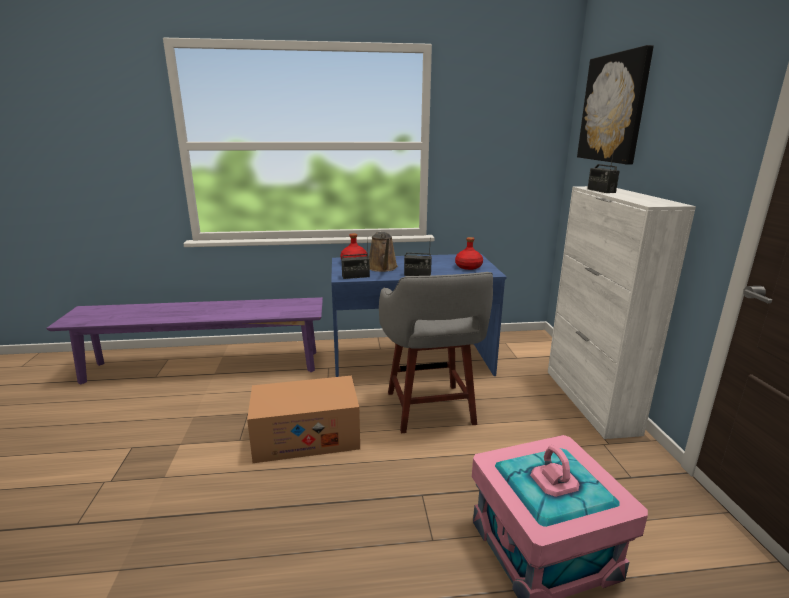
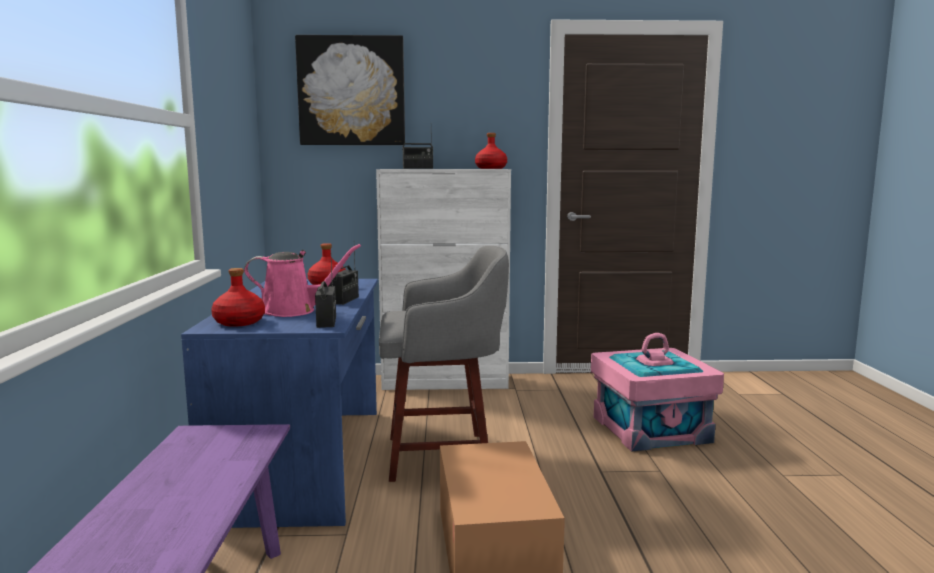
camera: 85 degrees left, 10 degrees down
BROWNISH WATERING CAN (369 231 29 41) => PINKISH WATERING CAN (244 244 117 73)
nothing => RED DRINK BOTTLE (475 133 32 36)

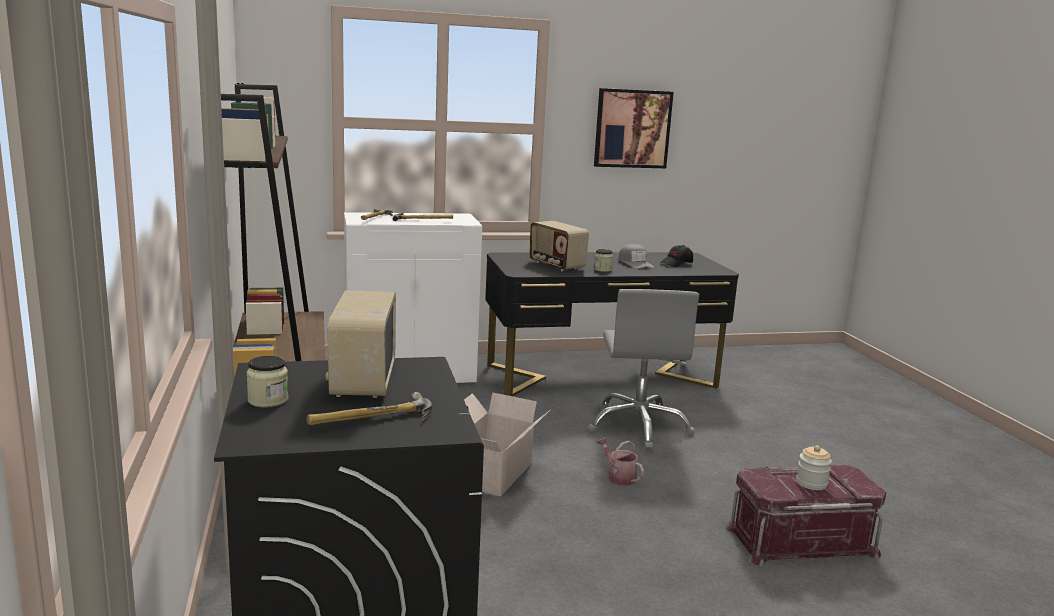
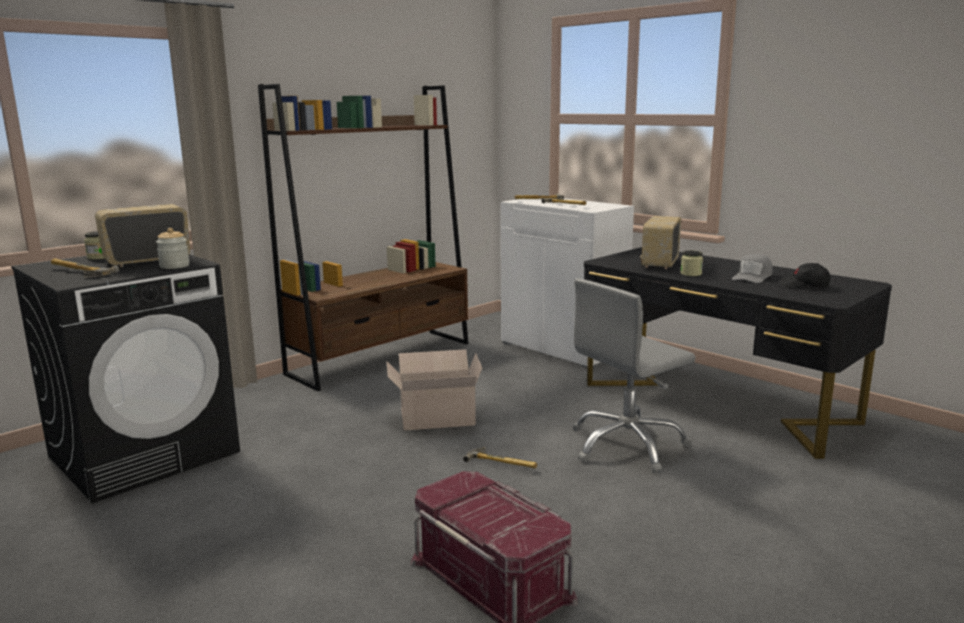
camera: 60 degrees right, 0 degrees up
WALL ART (594 88 80 80) => nothing
WATERING CAN (597 437 47 49) => HAMMER (463 447 74 21)
JAR (796 445 36 45) => JAR (156 228 34 41), moved

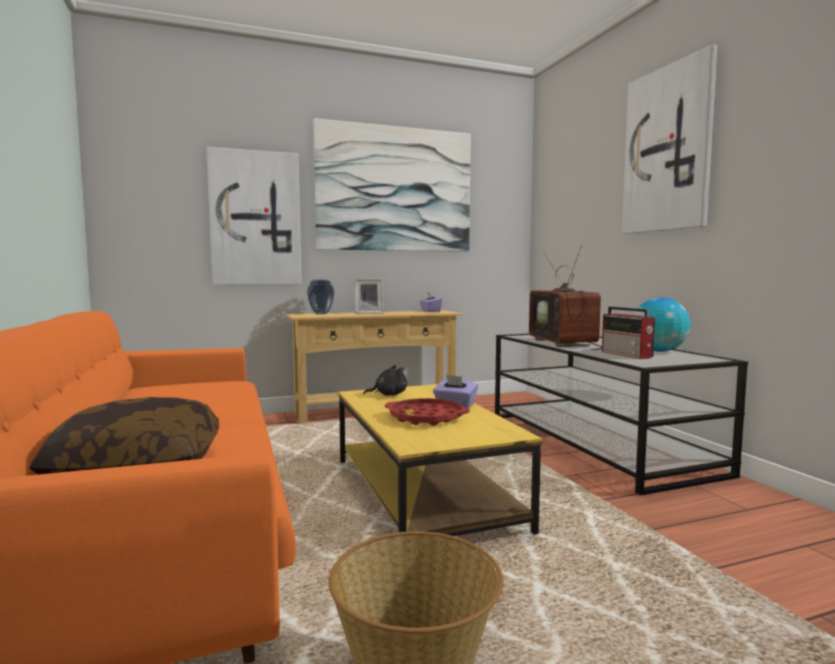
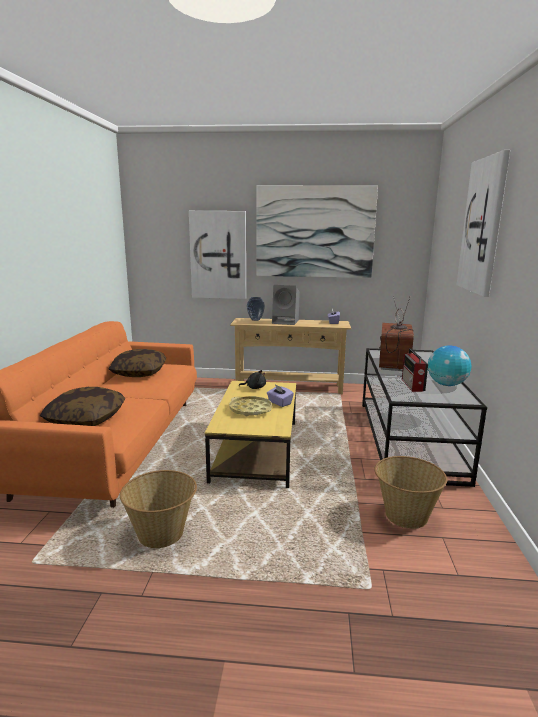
camera: 25 degrees right, 10 degrees up
STANDING FRAME (354 279 30 35) => GRAY AUDIO SPEAKER (272 285 28 40)
RED SERVING TRAY (385 398 85 28) => YELLOW-COLOURED SERVING TRAY (229 396 43 20)
nothing => PILLOW (109 349 57 28)
nothing => STORAGE BASKET (374 456 73 73)

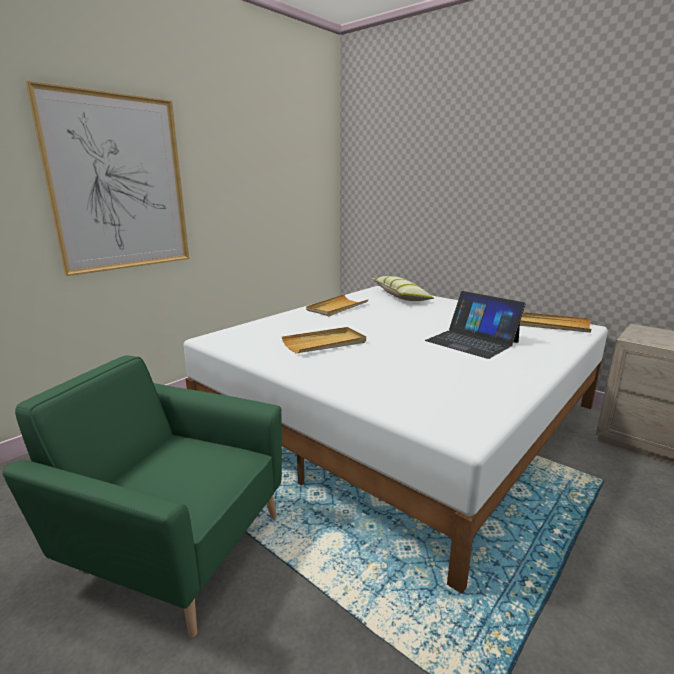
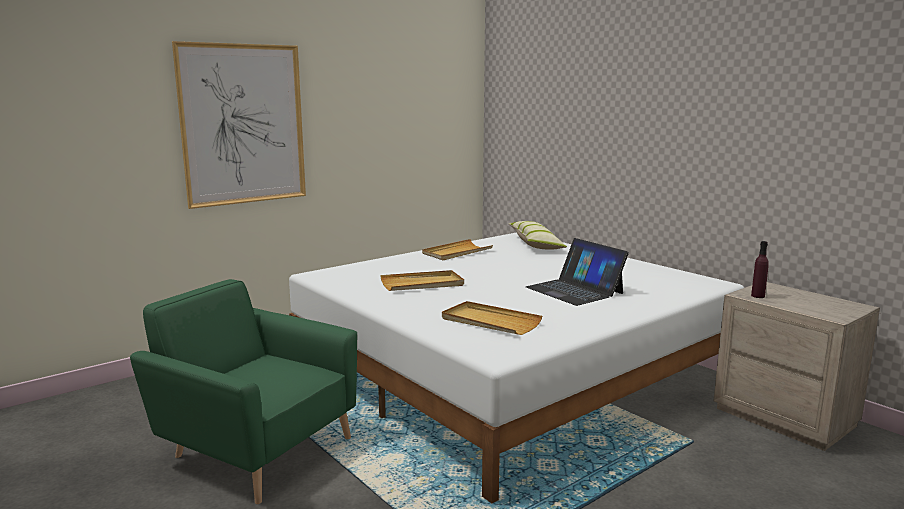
camera: 10 degrees right, 5 degrees down
SAND-COLOURED SERVING TRAY (520 312 71 21) => SAND-COLOURED SERVING TRAY (442 301 100 34), moved
nothing => PURPLE-COLOURED DRINK BOTTLE (751 241 18 57)

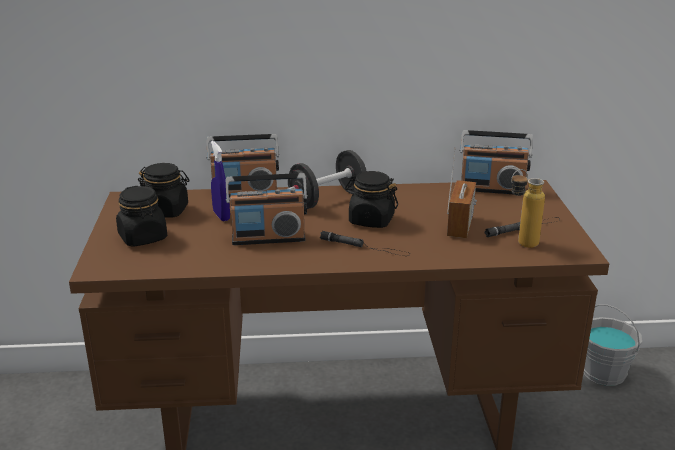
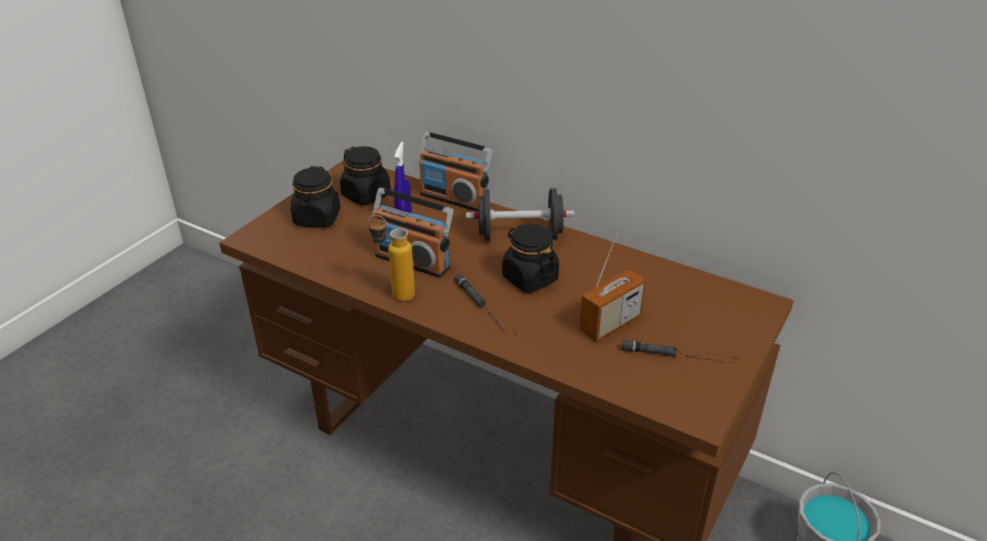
camera: 35 degrees right, 10 degrees up
RADIO RECEIVER (460 130 73 65) => nothing
DRINK BOTTLE (511 169 34 79) => DRINK BOTTLE (368 215 47 87), moved

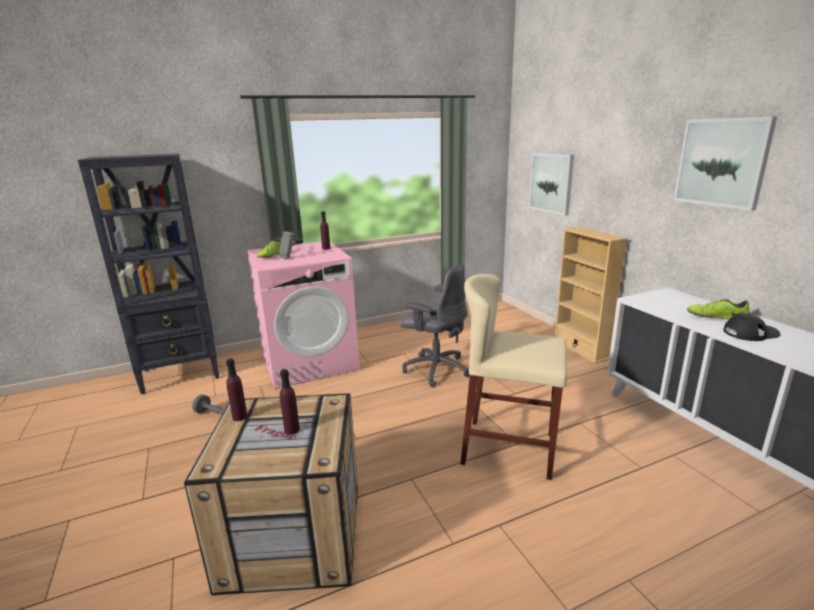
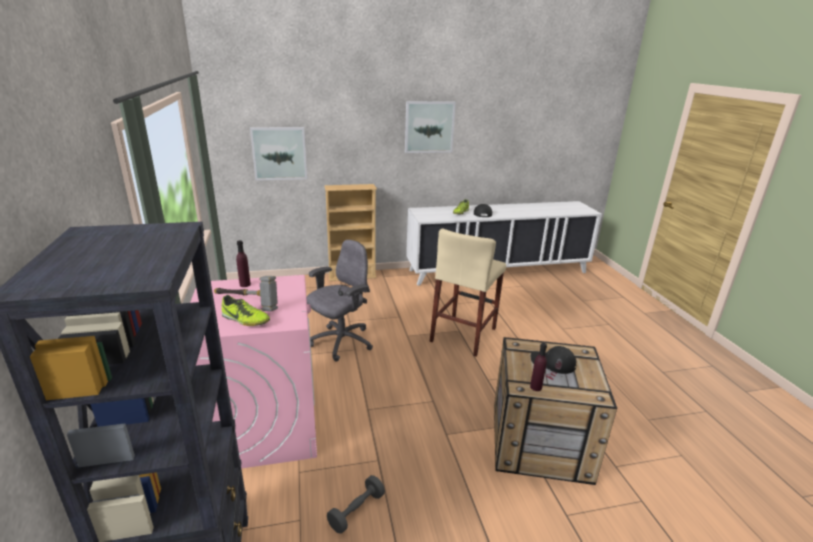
camera: 80 degrees left, 5 degrees up
PURPLE-COLOURED DRINK BOTTLE (280 369 20 66) => BLACKISH BASEBALL CAP (530 346 47 28)

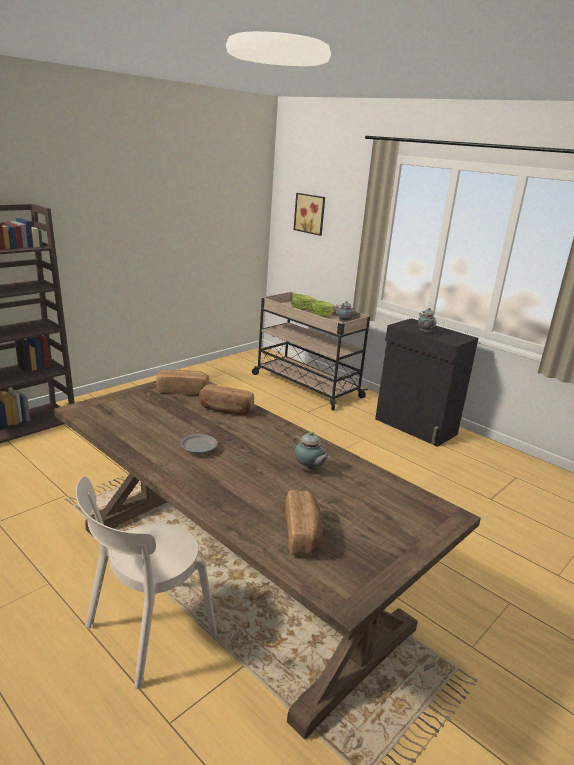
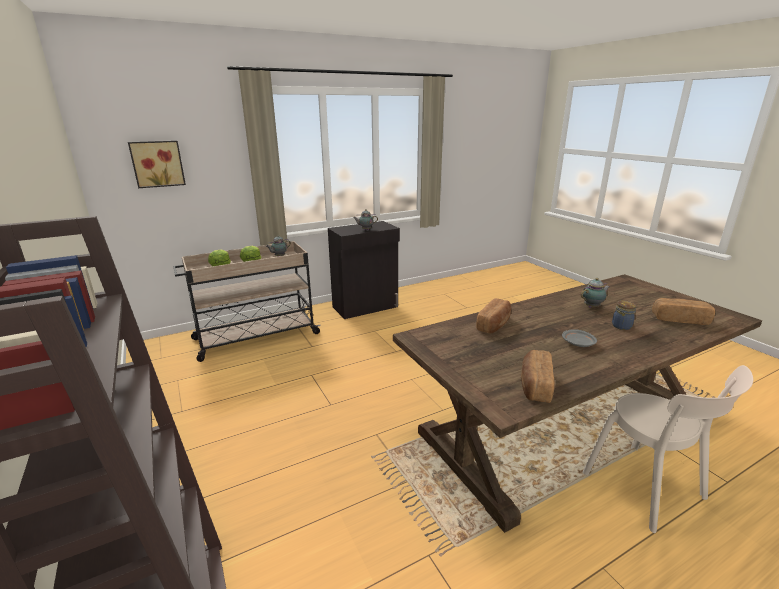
camera: 70 degrees left, 0 degrees up
BREAD (156 370 53 25) => BREAD (521 350 34 53), moved
nothing => JAR (612 301 25 29)

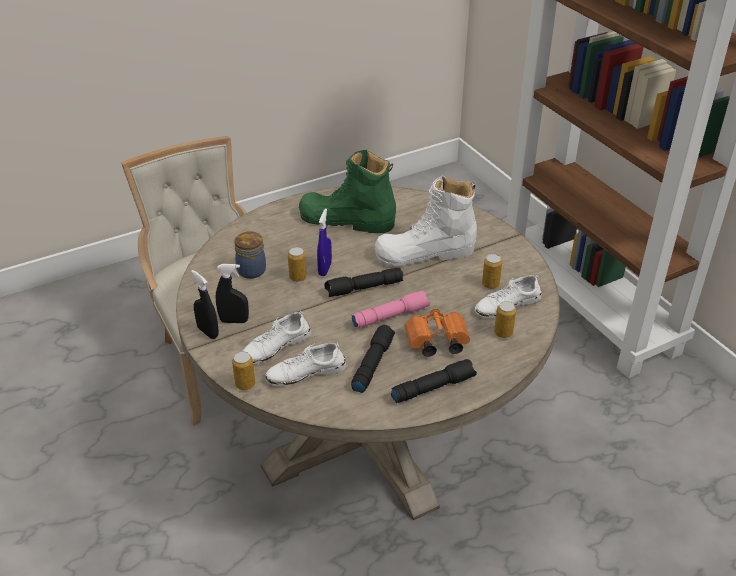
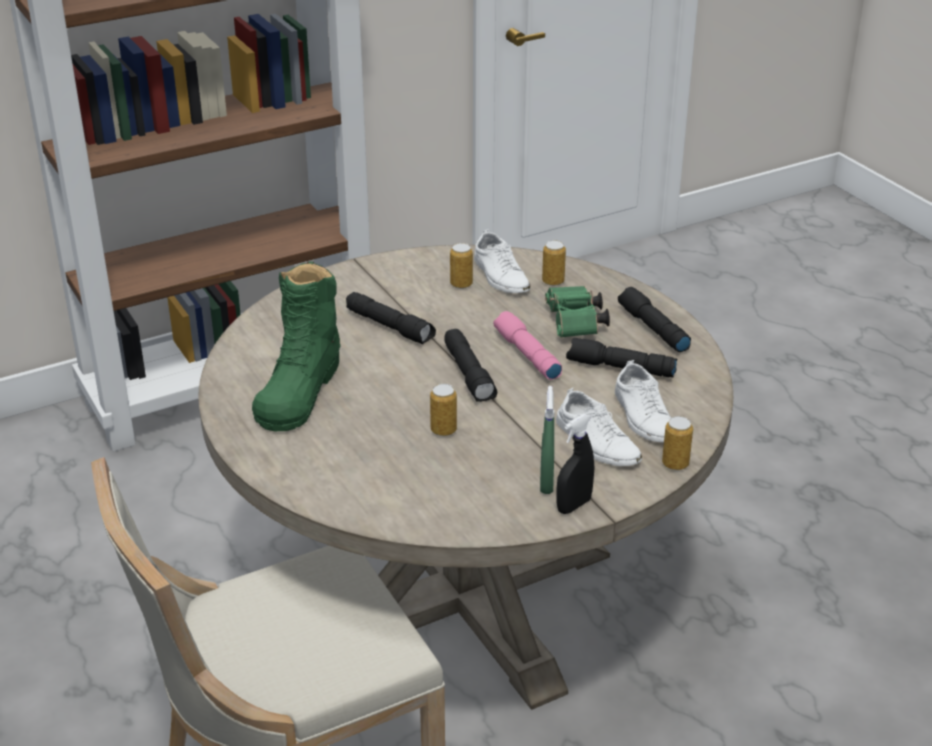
camera: 90 degrees left, 5 degrees down
BLACKISH HAND SPRAYER (216 264 33 59) => GREEN-COLOURED HAND SPRAYER (540 386 14 108)
JAR (234 231 32 48) => nothing
BLUISH HAND SPRAYER (317 208 15 68) => nothing
WHITE BOOT (375 176 102 91) => BLACKISH TORCH (346 292 90 52)
ORANGE BINOCULARS (404 308 66 49) => GREEN-COLOURED BINOCULARS (545 286 65 52)

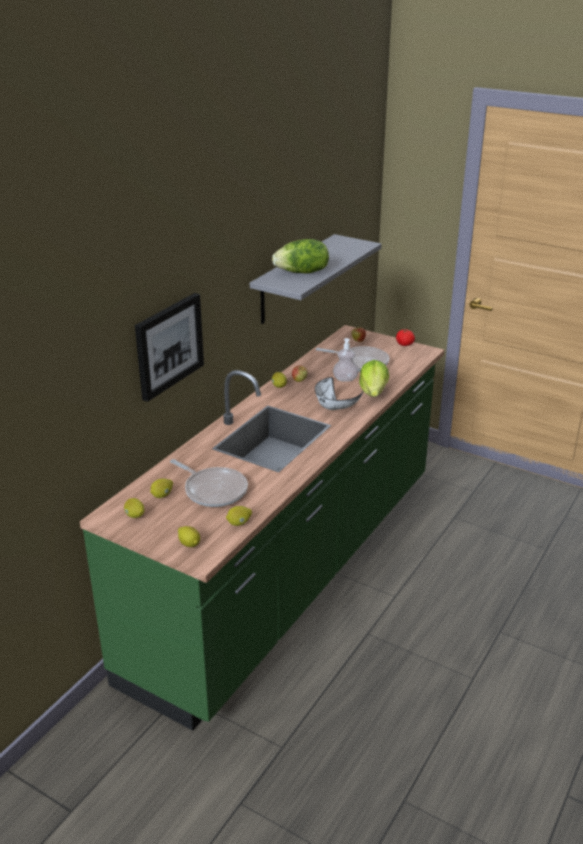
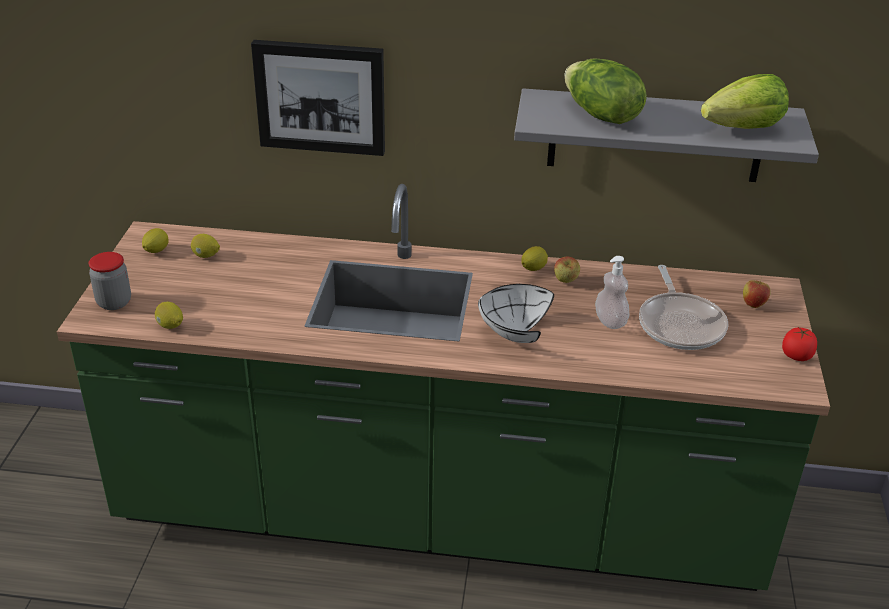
camera: 65 degrees right, 5 degrees up
FRYING PAN (170 459 78 48) => nothing
LEMON (178 526 22 21) => JAR (89 252 42 58)
LETTUCE HEAD (359 360 30 37) => LETTUCE HEAD (701 74 88 55), moved

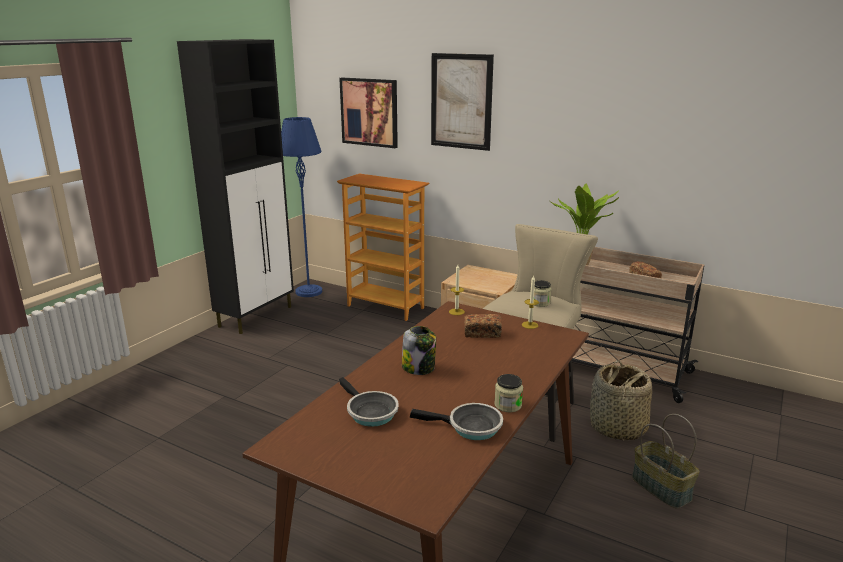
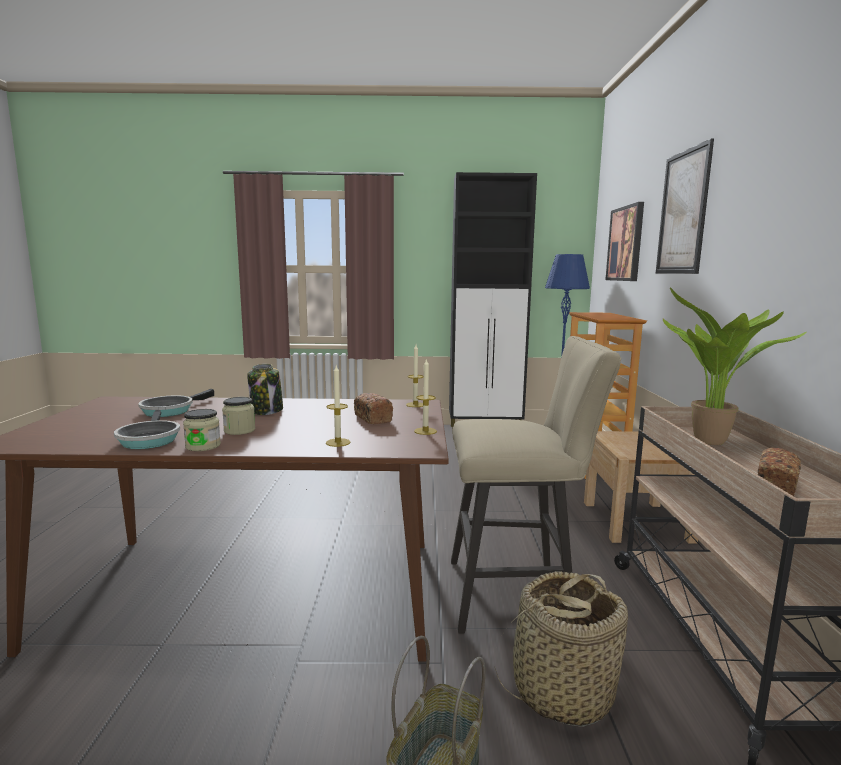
camera: 60 degrees right, 10 degrees down
JAR (534 280 18 27) => JAR (222 397 33 38), moved
nothing => WAX LIGHT (326 365 24 82)

